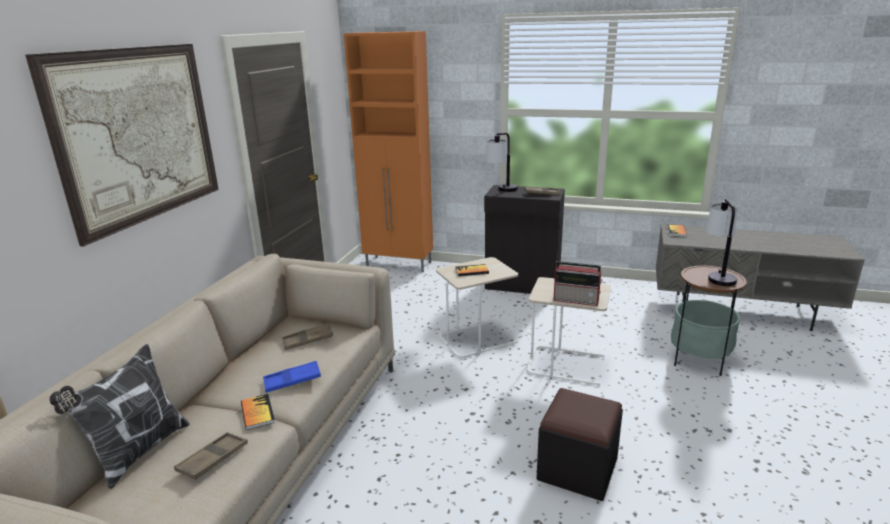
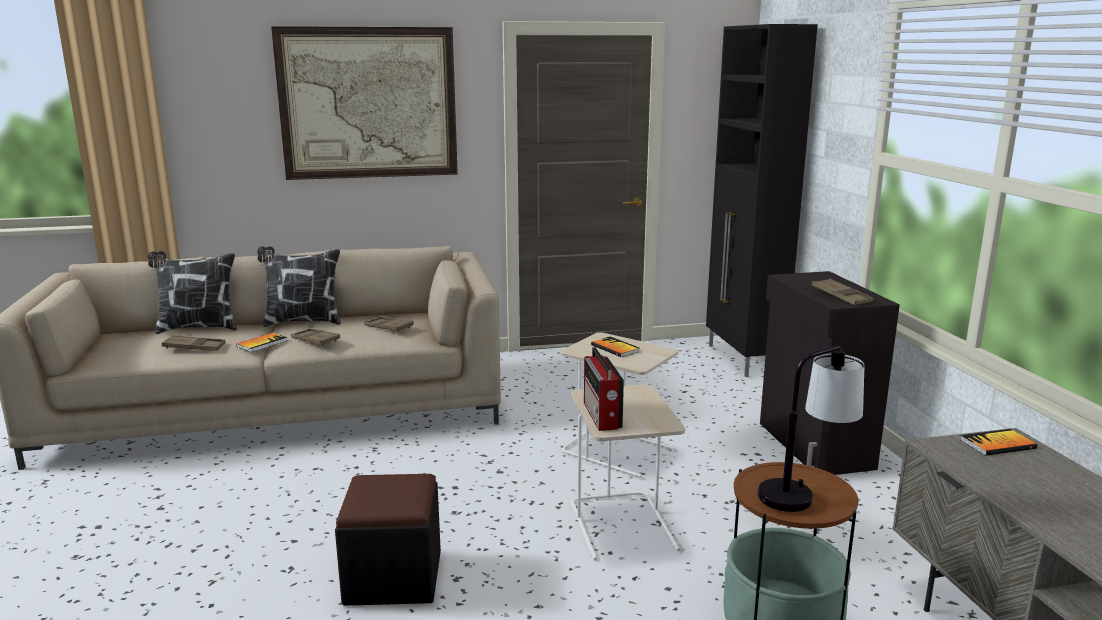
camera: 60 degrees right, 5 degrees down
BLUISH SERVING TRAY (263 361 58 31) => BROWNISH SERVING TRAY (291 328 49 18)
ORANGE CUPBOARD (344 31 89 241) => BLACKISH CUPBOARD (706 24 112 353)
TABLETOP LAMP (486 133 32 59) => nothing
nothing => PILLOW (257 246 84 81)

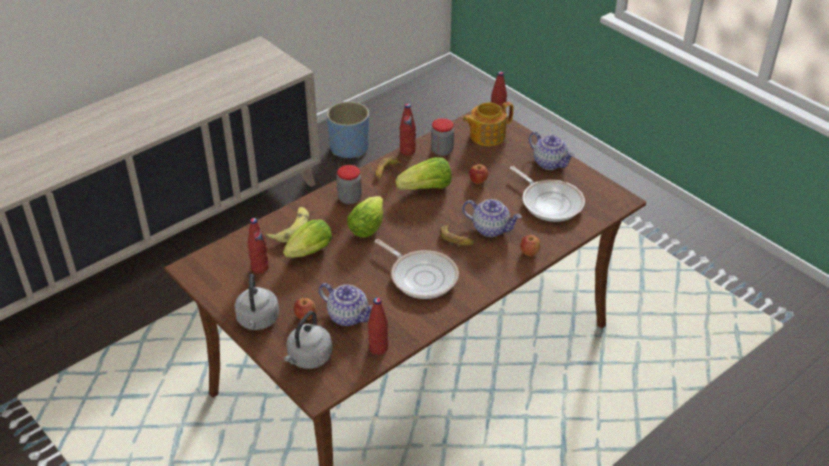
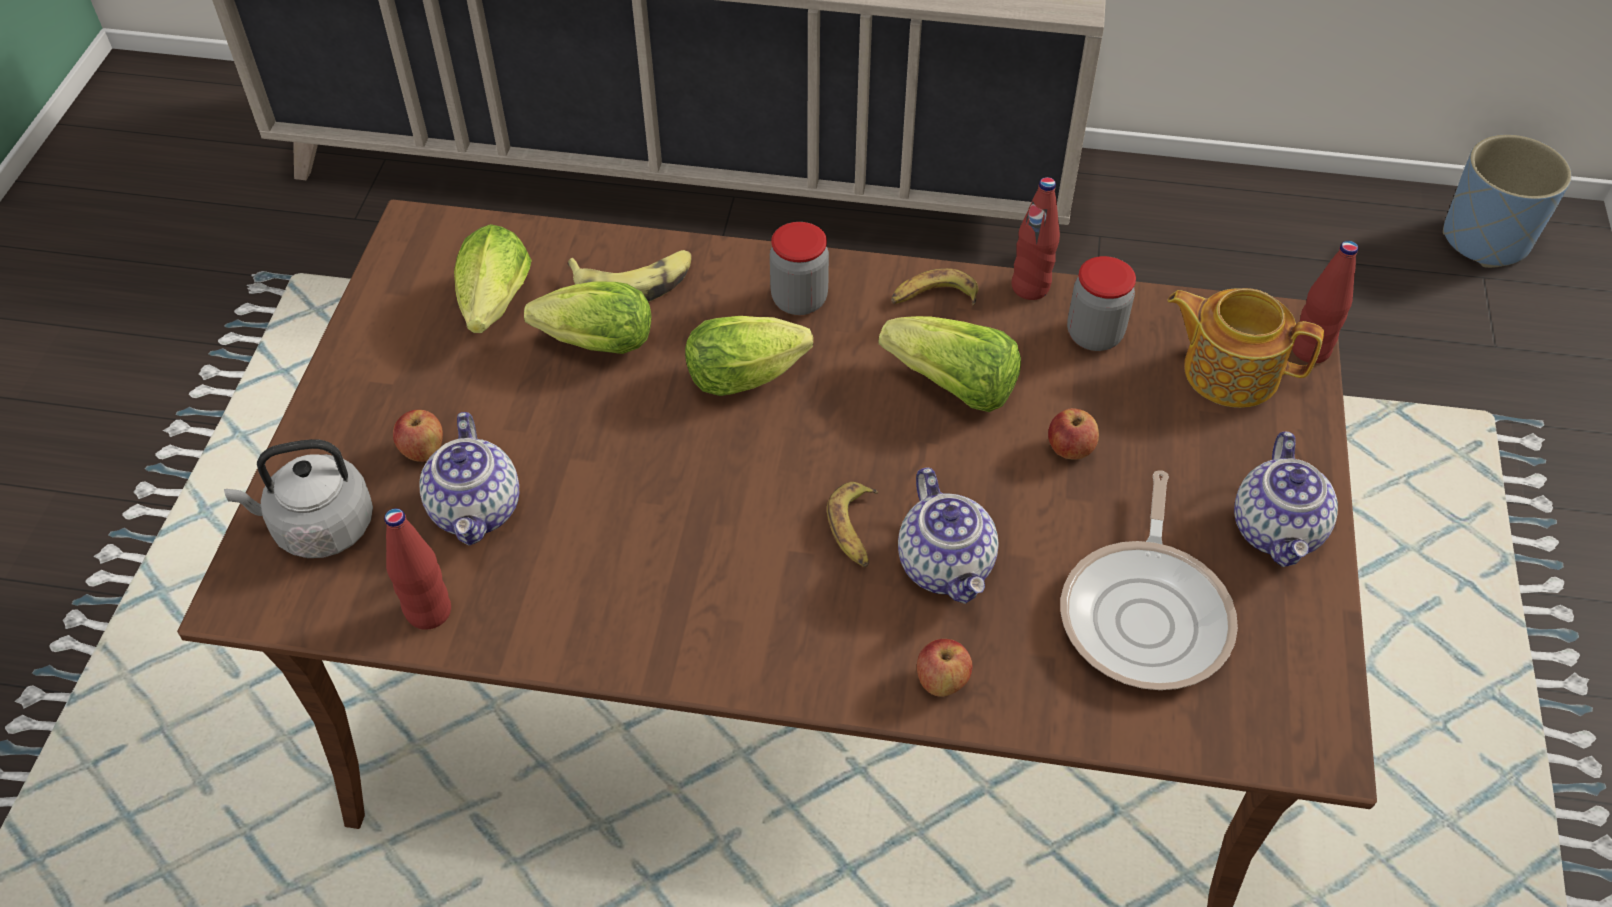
camera: 50 degrees right, 10 degrees up
GRAY KETTLE (234 274 45 56) => nothing
RED DRINK BOTTLE (248 218 21 56) => LETTUCE HEAD (454 224 78 109)
BLUISH PLANT POT (326 101 43 57) => BLUISH PLANT POT (1443 135 129 133), moved
FRYING PAN (375 239 84 60) => nothing

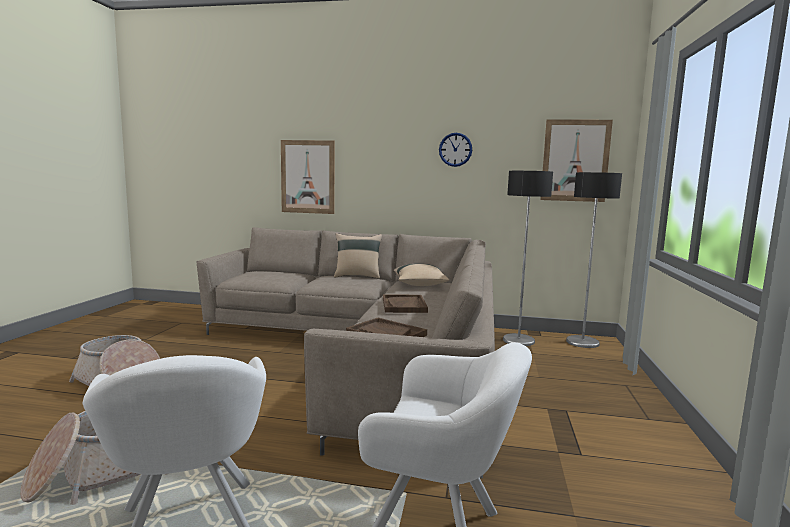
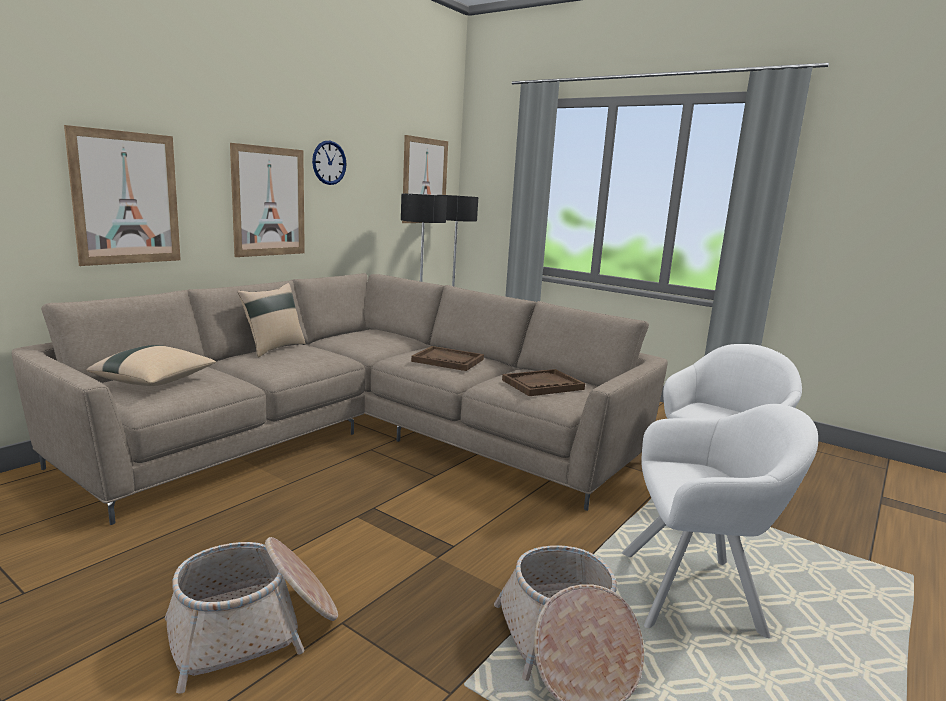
camera: 65 degrees left, 5 degrees up
SAND-COLOURED PILLOW (393 264 56 22) => SAND-COLOURED PILLOW (87 345 129 41), moved
nothing => WALL ART (230 143 75 114)

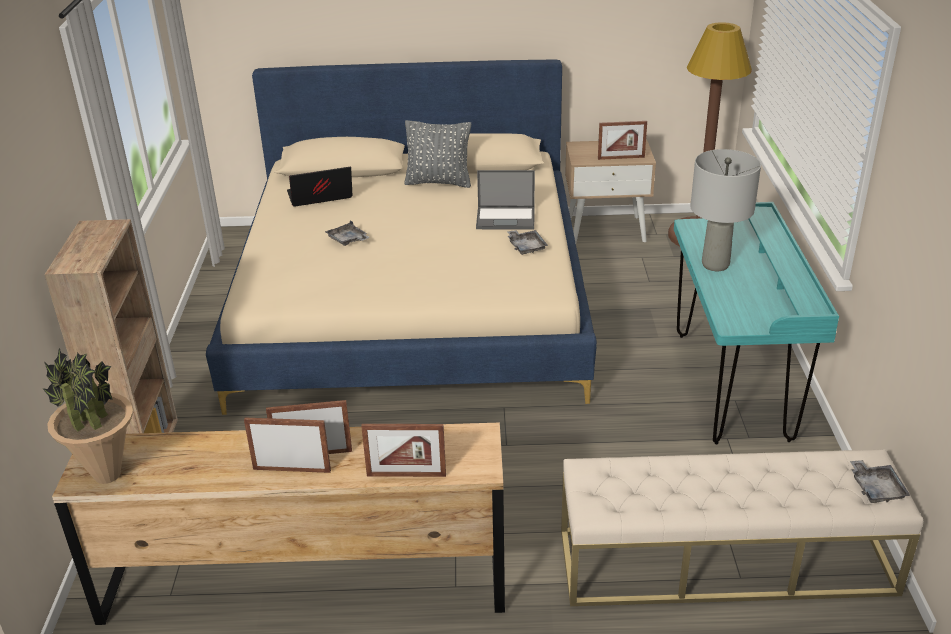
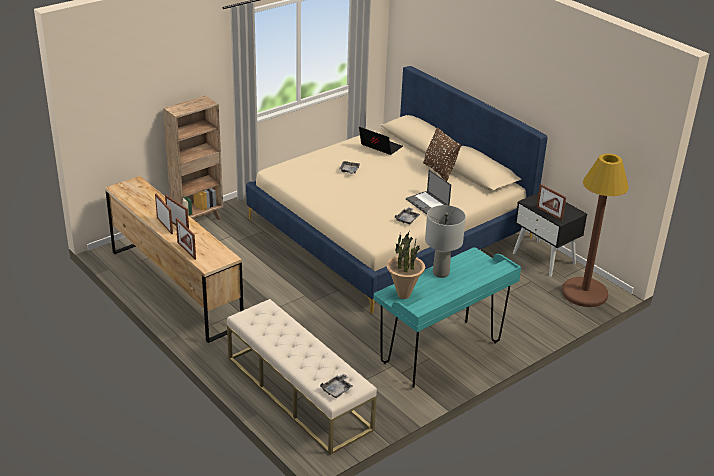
camera: 50 degrees right, 0 degrees up
HOUSEPLANT (42 348 91 136) => HOUSEPLANT (387 232 38 67), moved
GRAY PILLOW (404 120 67 68) => BROWNISH PILLOW (423 128 38 53)
SAND-COLOURED BEDSIDE TABLE (565 139 91 105) => BLACKISH BEDSIDE TABLE (513 192 74 85)

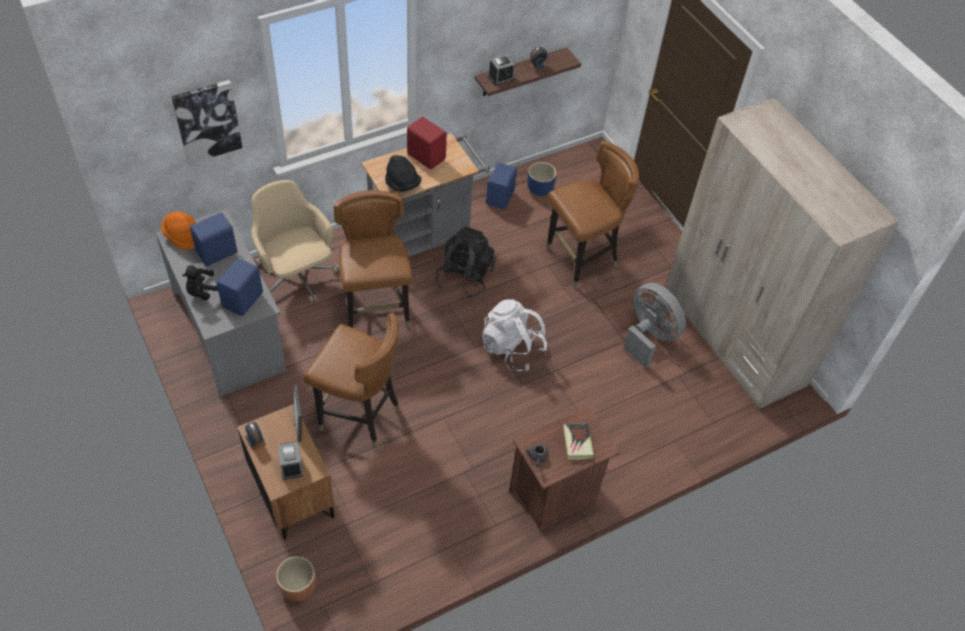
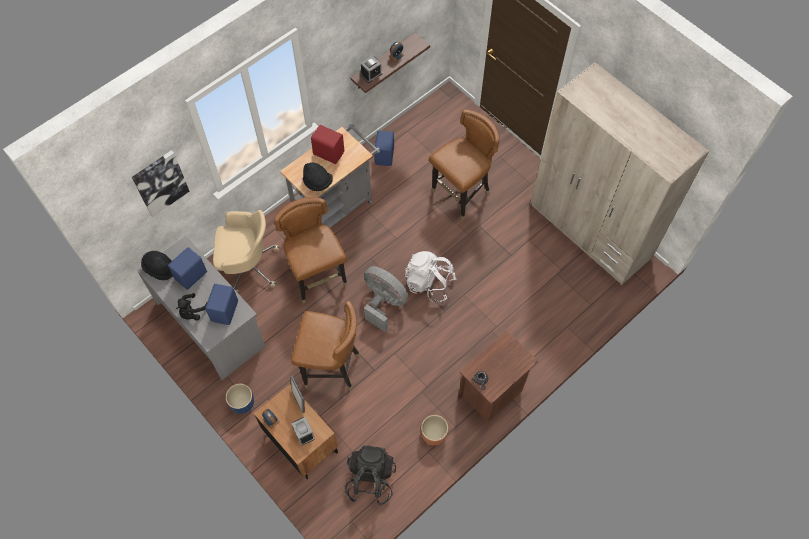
camera: 10 degrees left, 10 degrees up
ORANGE WEARABLE HAT (161 212 35 38) => BLACKISH WEARABLE HAT (141 251 32 29)
SAND-COLOURED COMPUTER CHAIR (251 180 89 123) => SAND-COLOURED COMPUTER CHAIR (213 210 66 84), 135 degrees clockwise
BROWNISH PLANT POT (276 556 40 45) => BROWNISH PLANT POT (421 415 27 30), moved
BLACKISH KNAPSACK (435 227 61 71) => BLACKISH KNAPSACK (345 445 51 61), moved
BLUISH PLANT POT (527 162 30 34) => BLUISH PLANT POT (226 384 28 30), moved
VOLUME (564 423 30 37) => nothing
GRAY FAN (623 283 63 85) => GRAY FAN (364 266 44 66), moved

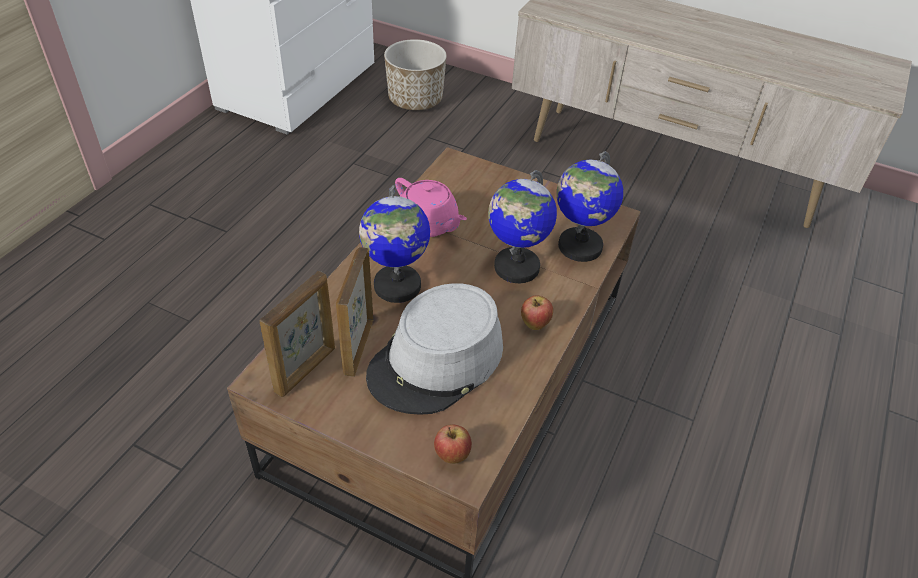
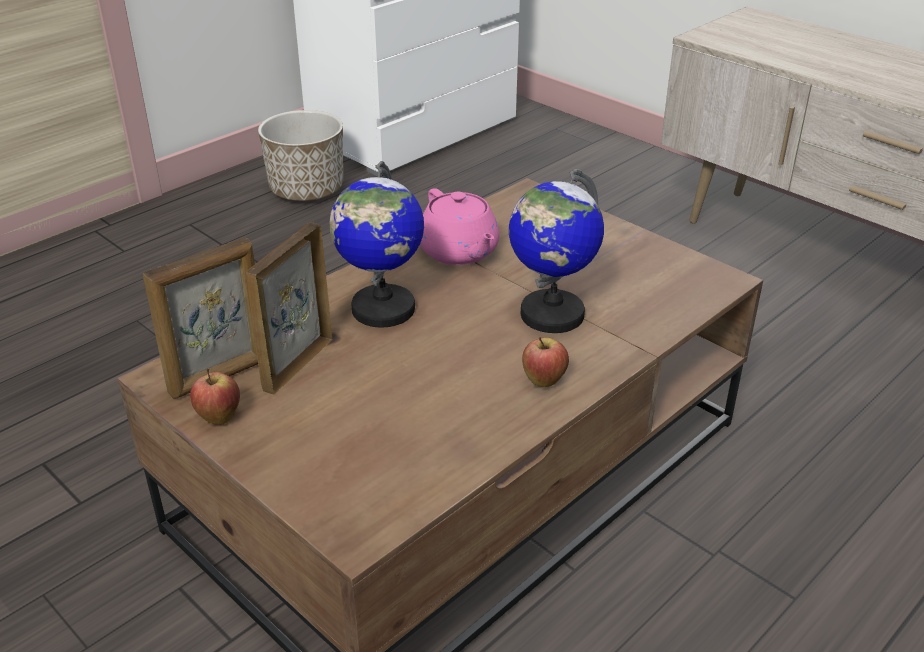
camera: 20 degrees right, 10 degrees down
GRAY WEARABLE HAT (366 283 137 132) => nothing
PLANT POT (384 39 63 71) => PLANT POT (258 110 85 91), moved
APPLE (434 424 38 40) => APPLE (190 368 50 57), moved
GLOBE (556 151 67 111) => nothing

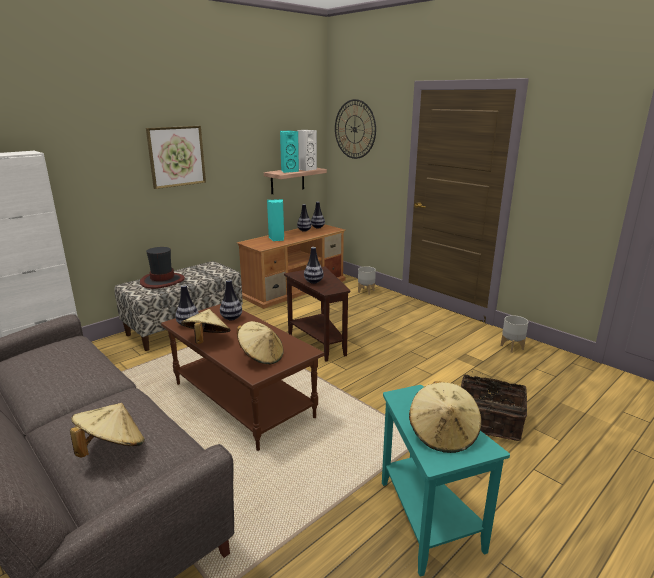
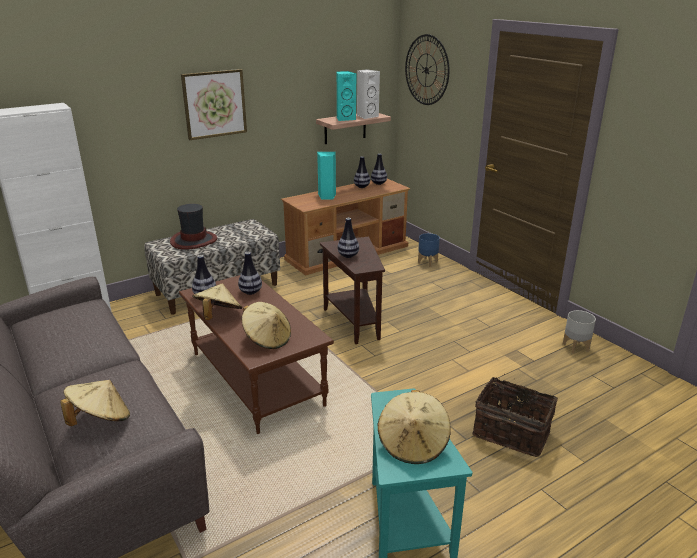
camera: 10 degrees right, 5 degrees up
GRAY PLANT POT (358 266 18 29) => BLUISH PLANT POT (418 233 22 34)

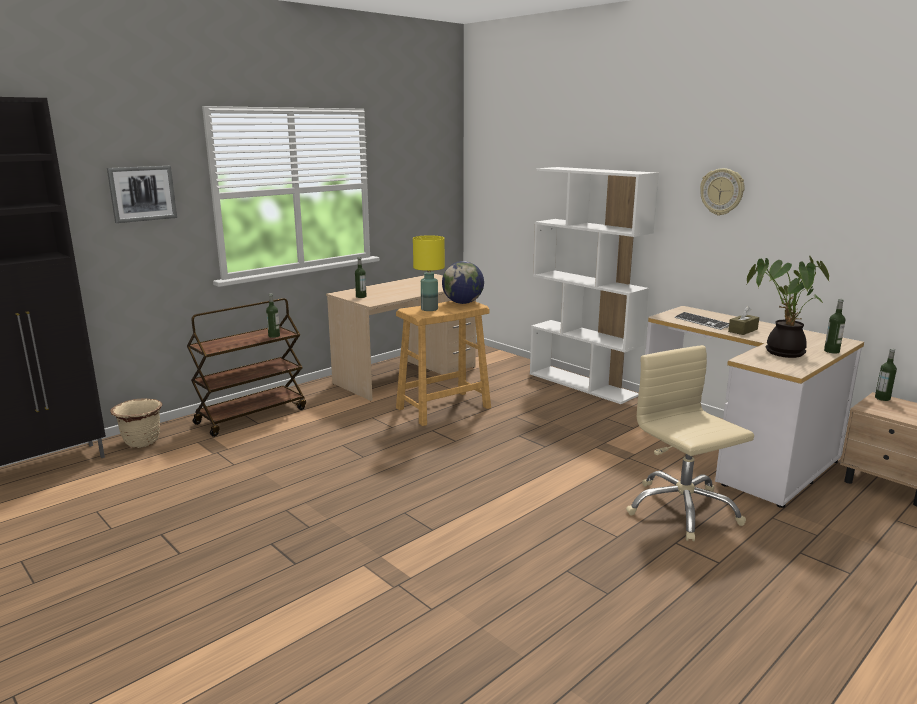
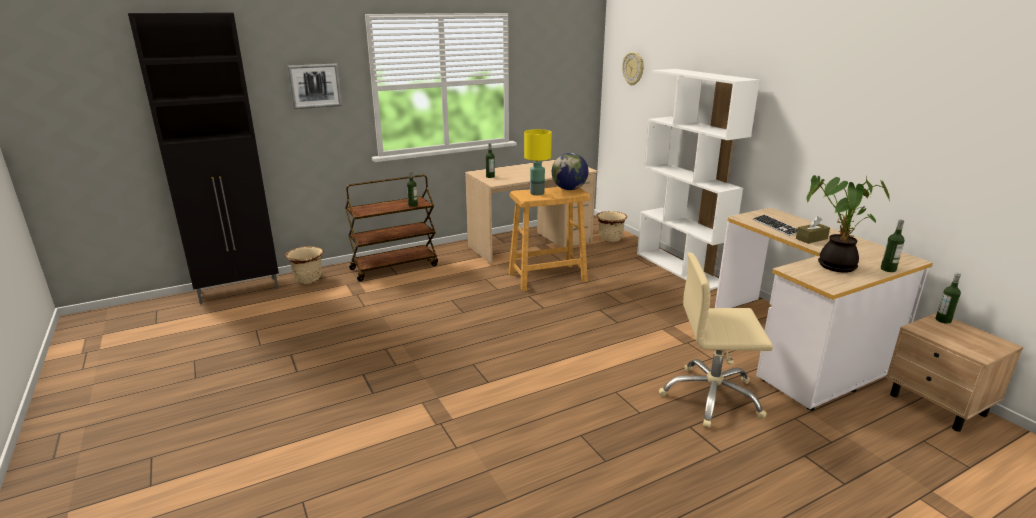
camera: 15 degrees right, 5 degrees up
SAND-COLOURED COMPUTER CHAIR (626 345 128 196) => SAND-COLOURED COMPUTER CHAIR (659 252 114 176), 75 degrees counterclockwise
HANGING CLOCK (700 168 45 48) => HANGING CLOCK (622 52 22 34), moved
nothing => SAND-COLOURED PLANT POT (596 211 31 31)

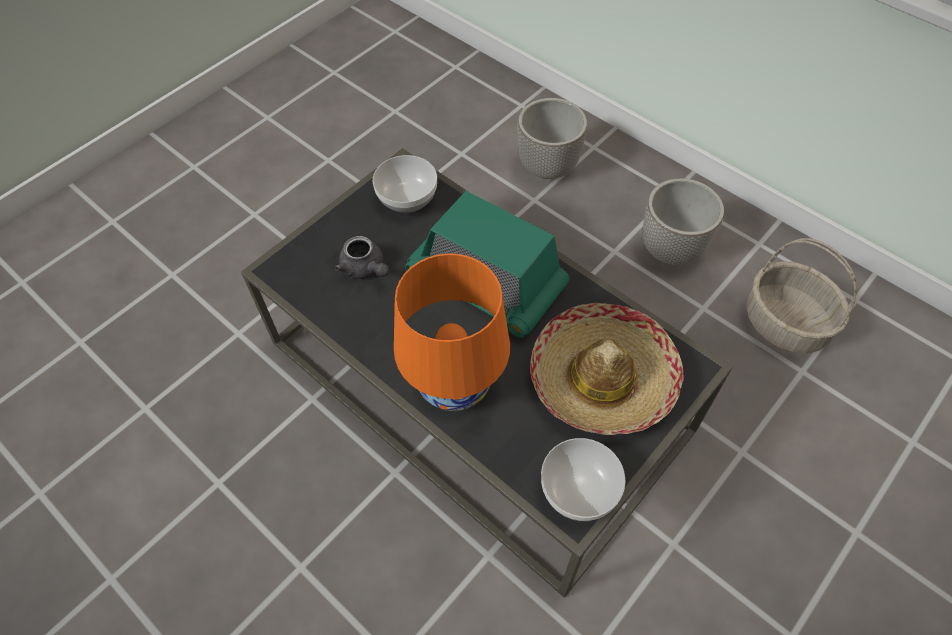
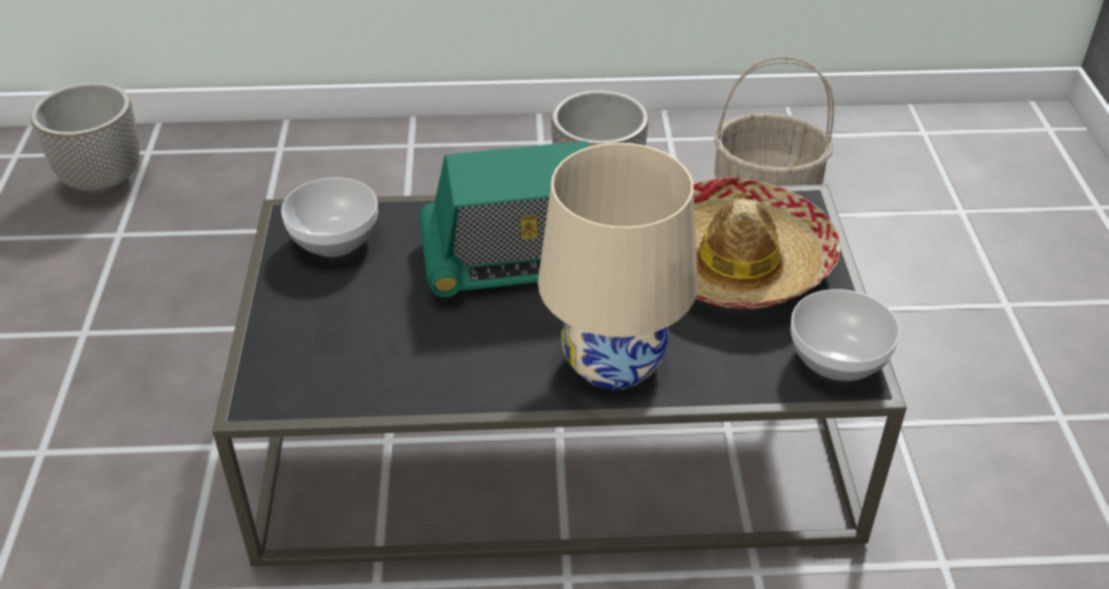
camera: 45 degrees left, 15 degrees down
GRAY POT FOR TEA (335 236 54 43) => nothing
ORANGE TABLETOP LAMP (394 253 116 158) => SAND-COLOURED TABLETOP LAMP (538 143 160 247)
PLANT POT (517 98 70 81) => PLANT POT (30 82 110 112), moved

